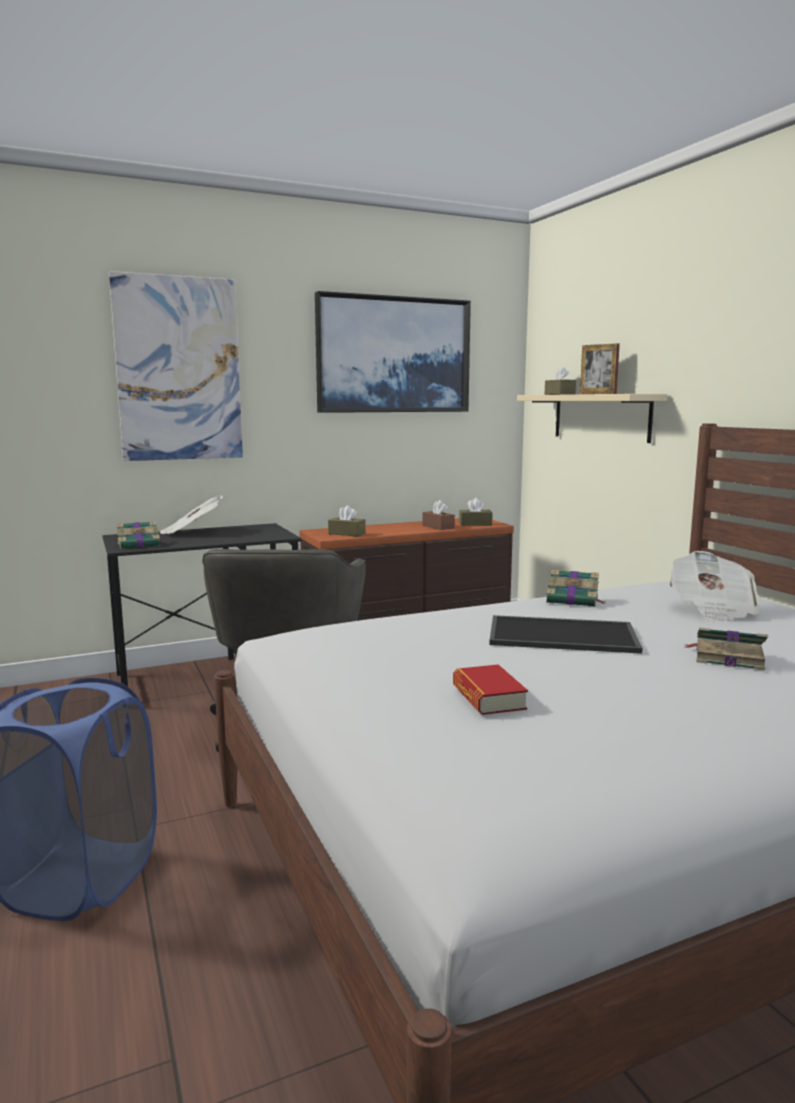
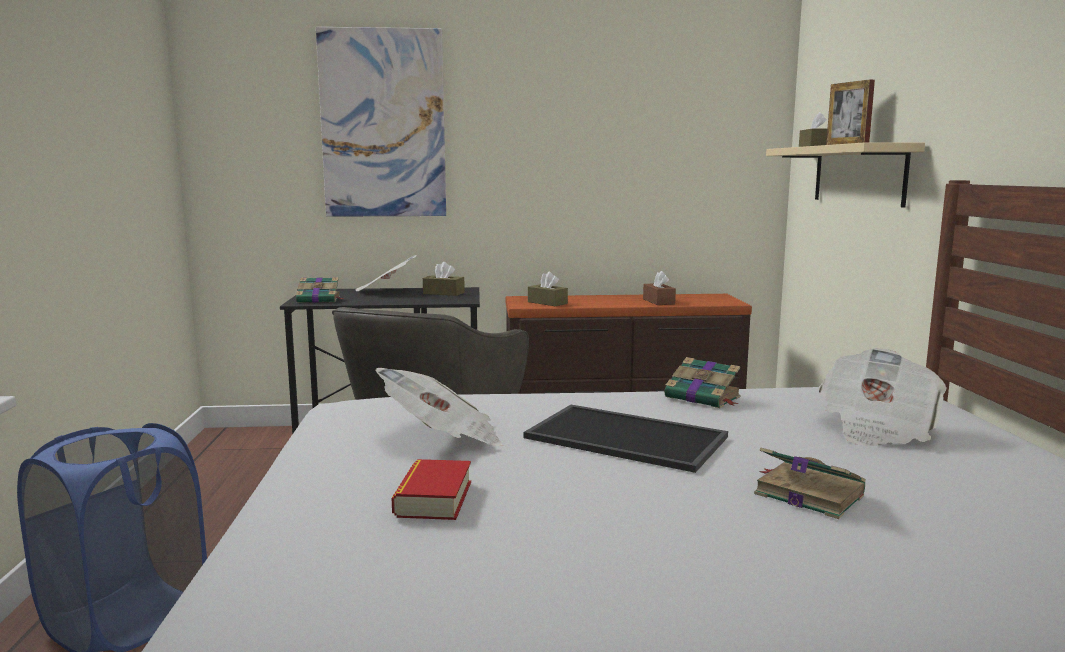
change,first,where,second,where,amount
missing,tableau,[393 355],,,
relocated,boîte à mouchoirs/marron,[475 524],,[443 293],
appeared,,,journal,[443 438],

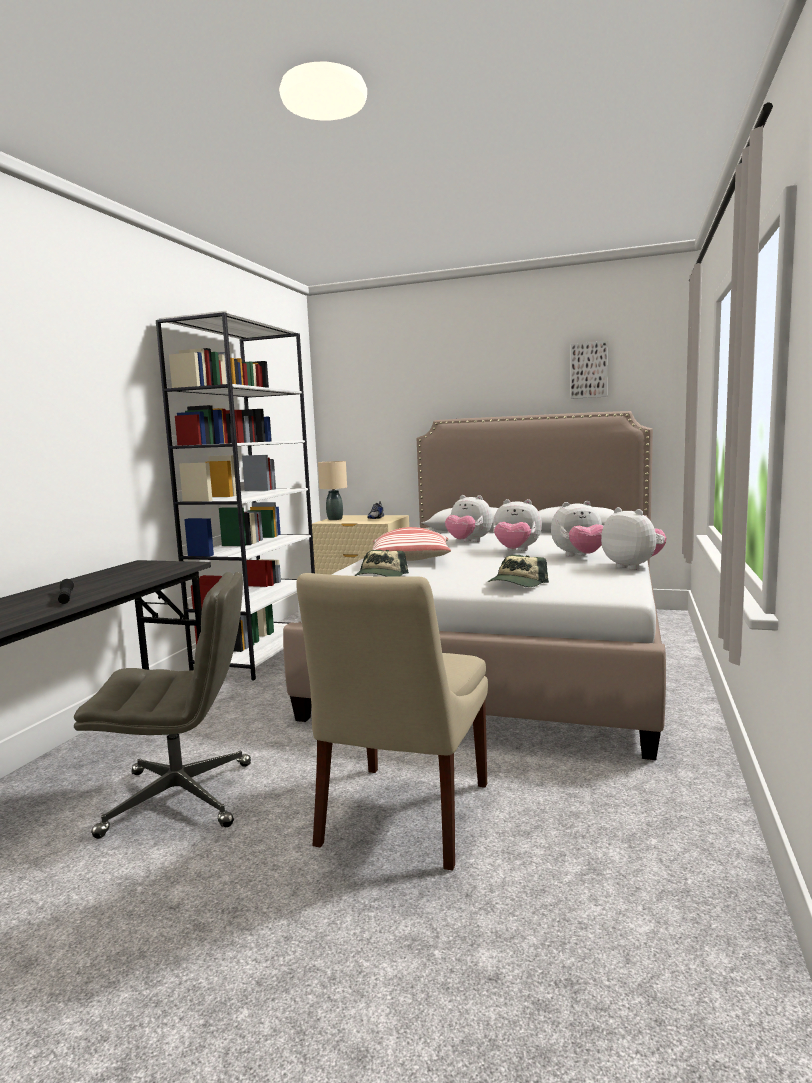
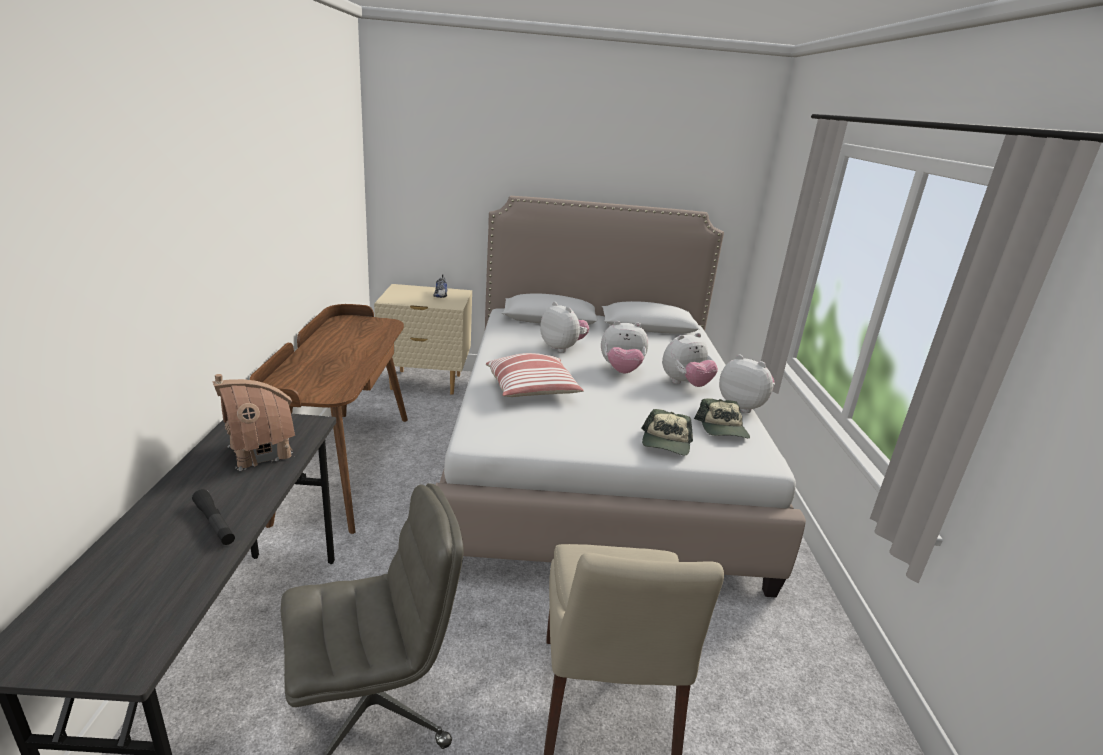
change,first,where,second,where,amount
exchanged,bibliothèque/blanc,[259 653],bureau/marron,[345 465],
missing,tableau,[589 370],,,
missing,lampe de table/beige,[334 519],,,
spun,peluche,[468 542],,[562 348],150 degrees counterclockwise
relocated,casquette,[381 576],,[722 429],
appeared,,,maison miniature,[260 452],

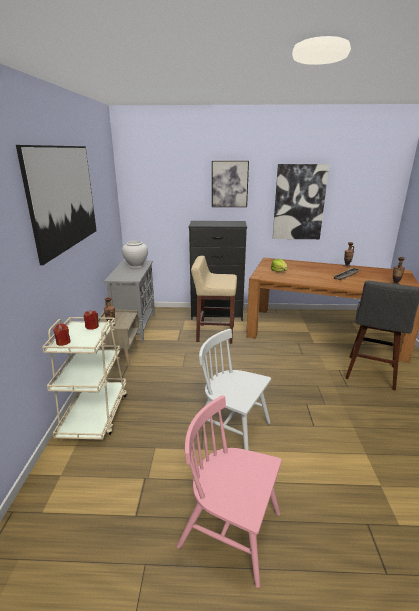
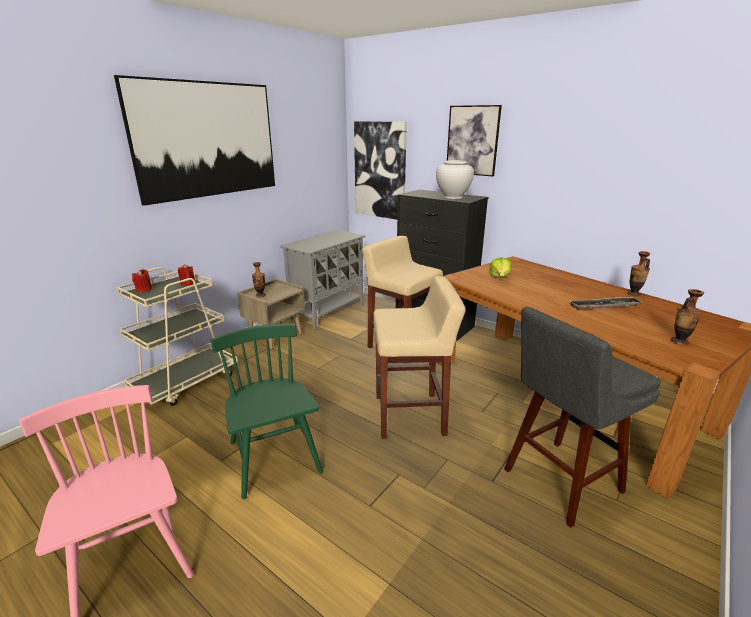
change,first,where,second,where,amount
relocated,tableau,[299 202],,[380 170],
relocated,vase/blanc,[136 266],,[453 197],
colour,chaise/blanc,[232 429],chaise/vert,[274 457],
appeared,,,tabouret/beige,[411 415],

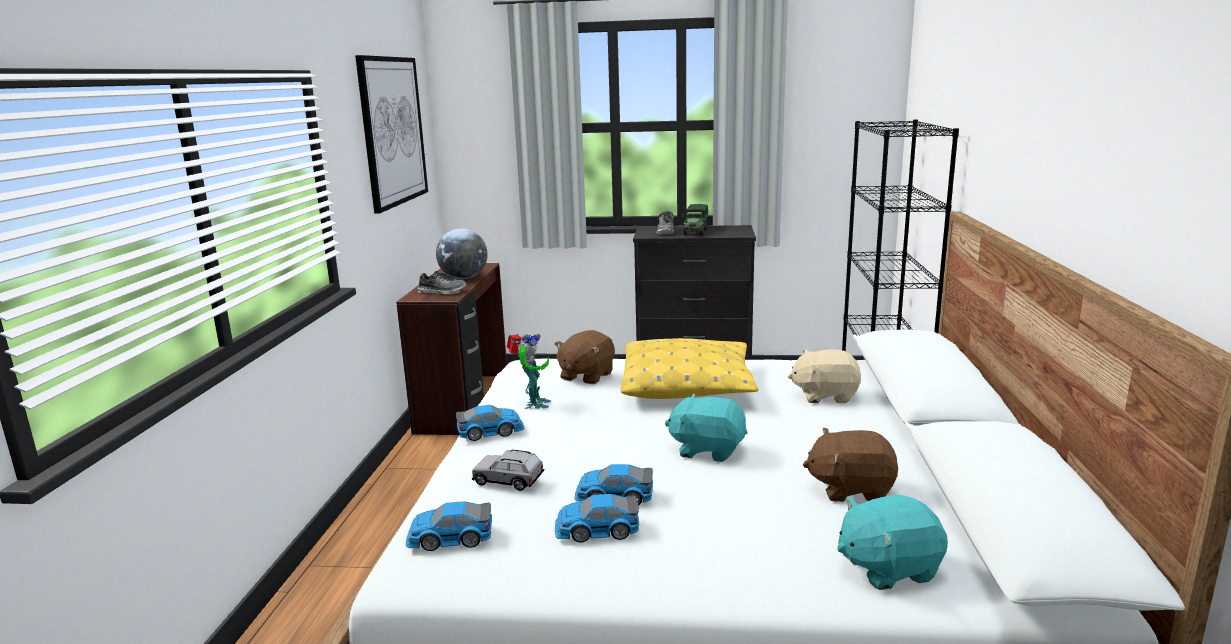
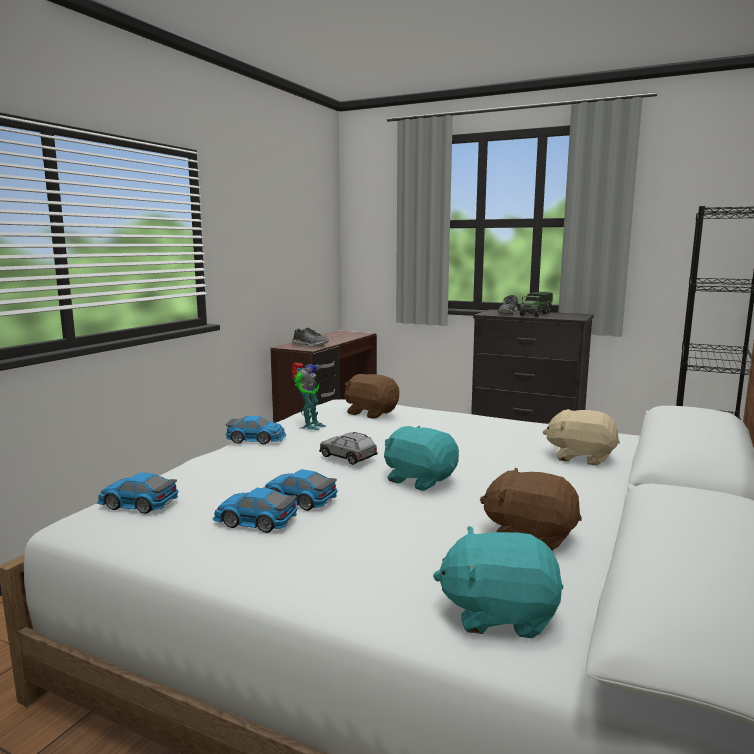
change,first,where,second,where,amount
missing,tableau,[393 131],,,
missing,globe,[464 278],,,
spun,peluche/marron,[586 376],,[371 413],75 degrees clockwise
missing,coussin/jaune,[688 386],,,
relocated,petite voiture/gris,[508 480],,[348 457],

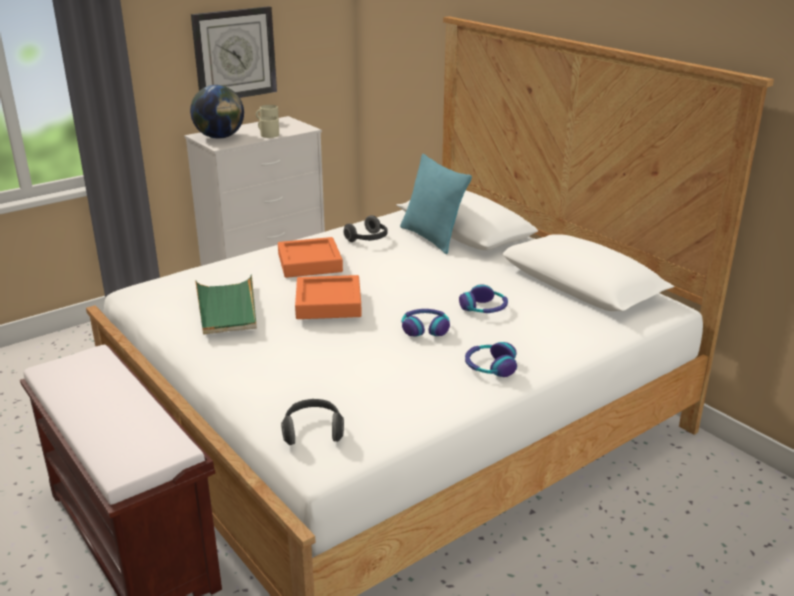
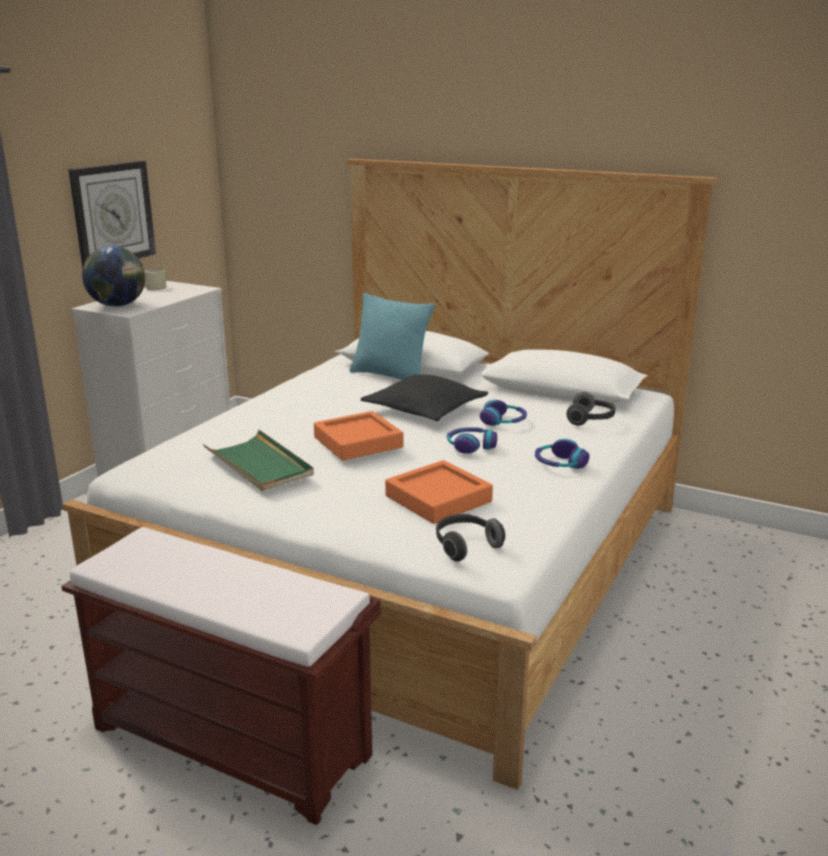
change,first,where,second,where,amount
missing,mug/beige,[268 134],,,
relocated,casque audio,[368 239],,[591 420],
relocated,plateau/orange,[310 263],,[438 499],
appeared,,,coussin/noir,[424 410],

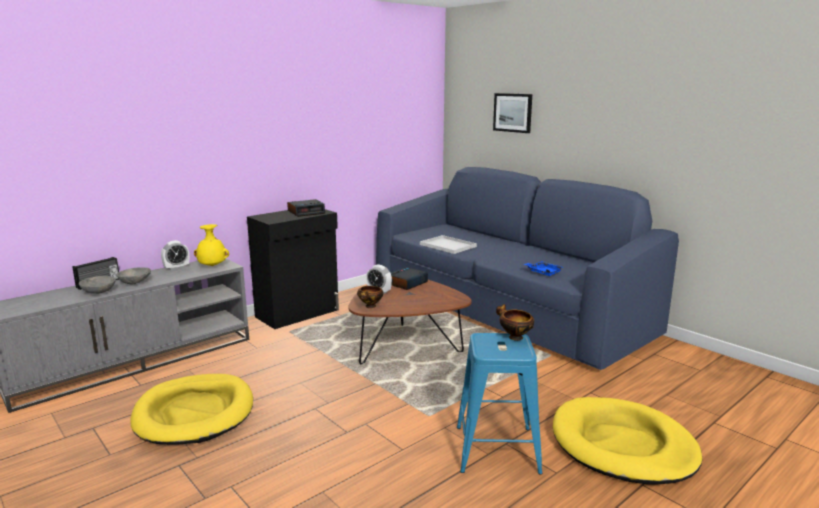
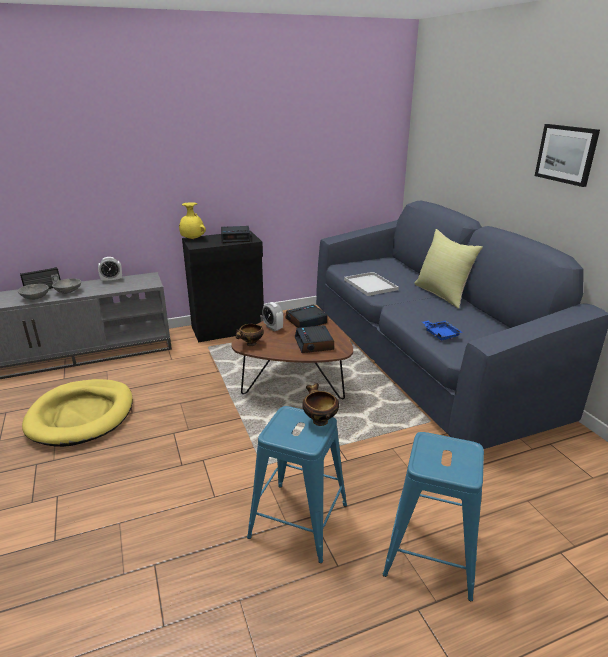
change,first,where,second,where,amount
relocated,tableau,[513 112],,[566 154],
relocated,vase/jaune,[212 266],,[192 239],
exchanged,panier pour chien/jaune,[622 445],tabouret/bleu,[430 552],
appeared,,,coussin/jaune,[442 294],
appeared,,,réveil,[314 344],

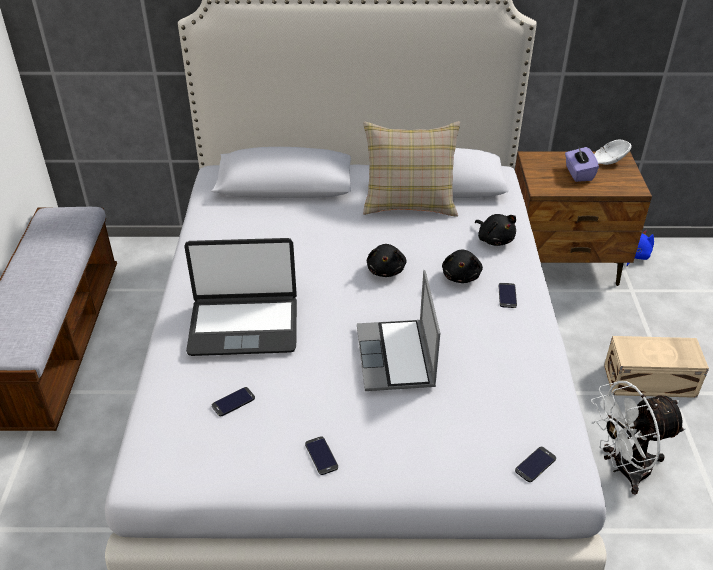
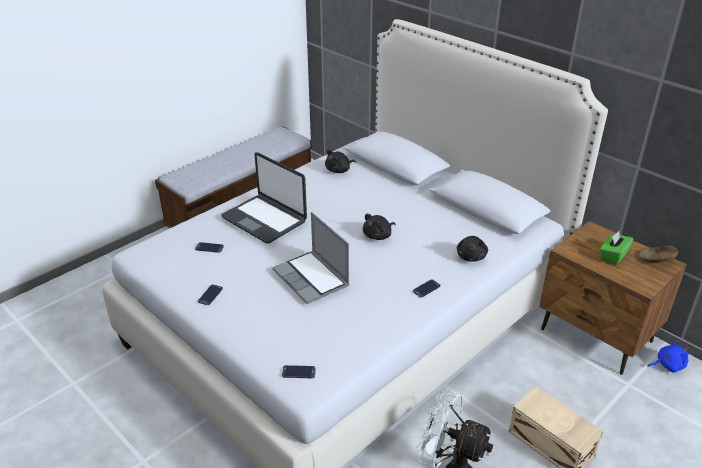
change,first,where,second,where,amount
missing,coussin/beige,[409 202],,,
colour,bol/blanc,[608 160],bol/marron,[655 260],
colour,boîte à mouchoirs/violet,[578 173],boîte à mouchoirs/vert,[613 256],
relocated,peluche/noir,[461 276],,[339 170],
spun,ordinateur portable,[397 358],,[312 278],75 degrees counterclockwise

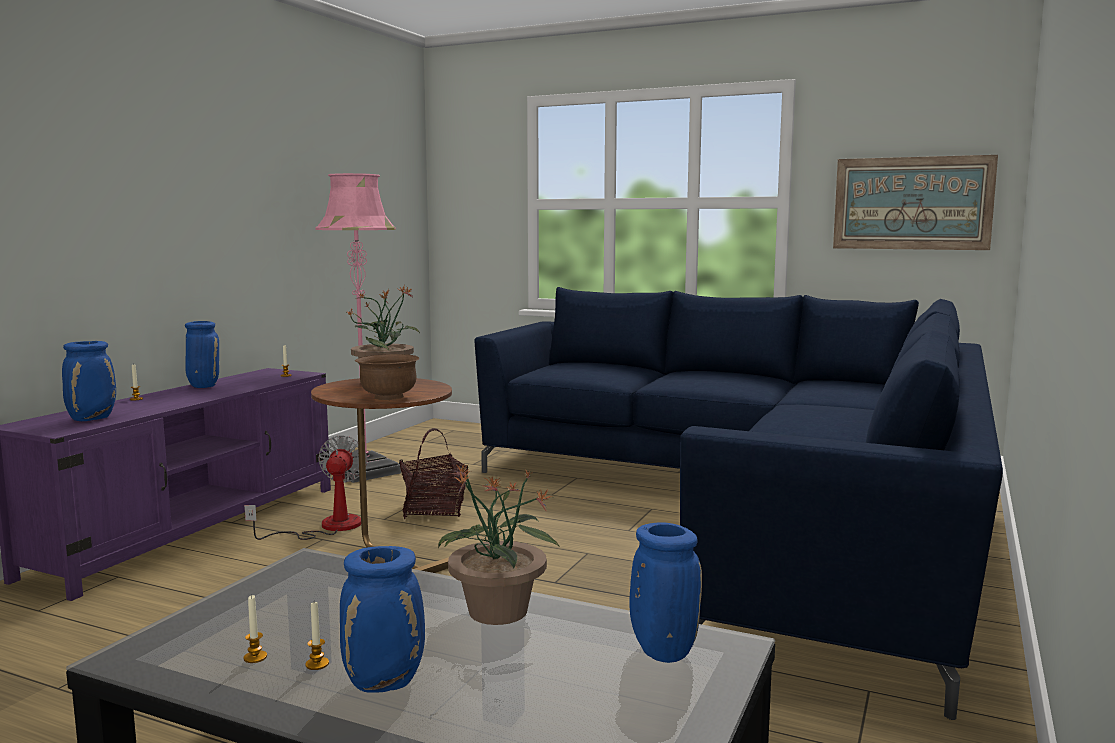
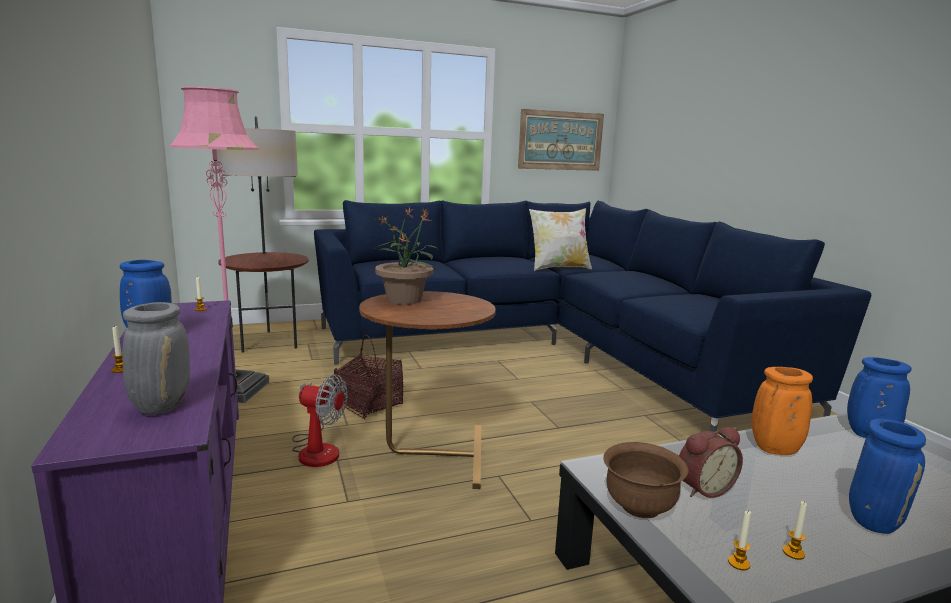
change,first,where,second,where,amount
colour,vase/bleu,[92 419],vase/gris,[161 406],
relocated,bol/marron,[388 397],,[639 506],
spun,ventilateur,[327 527],,[317 449],150 degrees clockwise
exchanged,plante en pot,[498 612],vase/orange,[774 450],
relocated,bougie,[317 664],,[738 563],
appeared,,,lampadaire,[269 341],
appeared,,,coussin,[558 268],
appeared,,,réveil,[702 488],

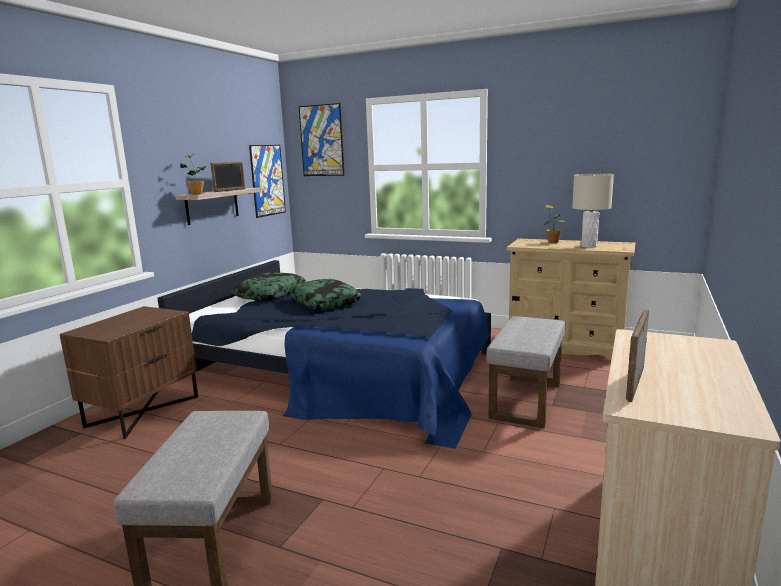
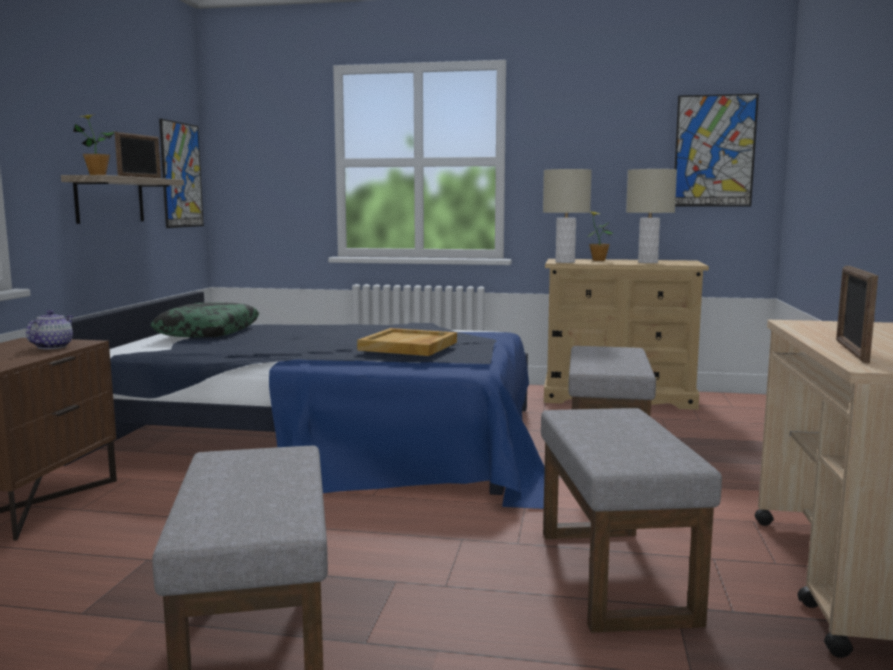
change,first,where,second,where,amount
relocated,tableau,[321 140],,[714 151],
missing,coussin,[325 302],,,
appeared,,,lampe de table/beige,[565 262],
appeared,,,théière,[53 347],
appeared,,,plateau/beige,[409 346],
appeared,,,pouf/gris,[617 576],

